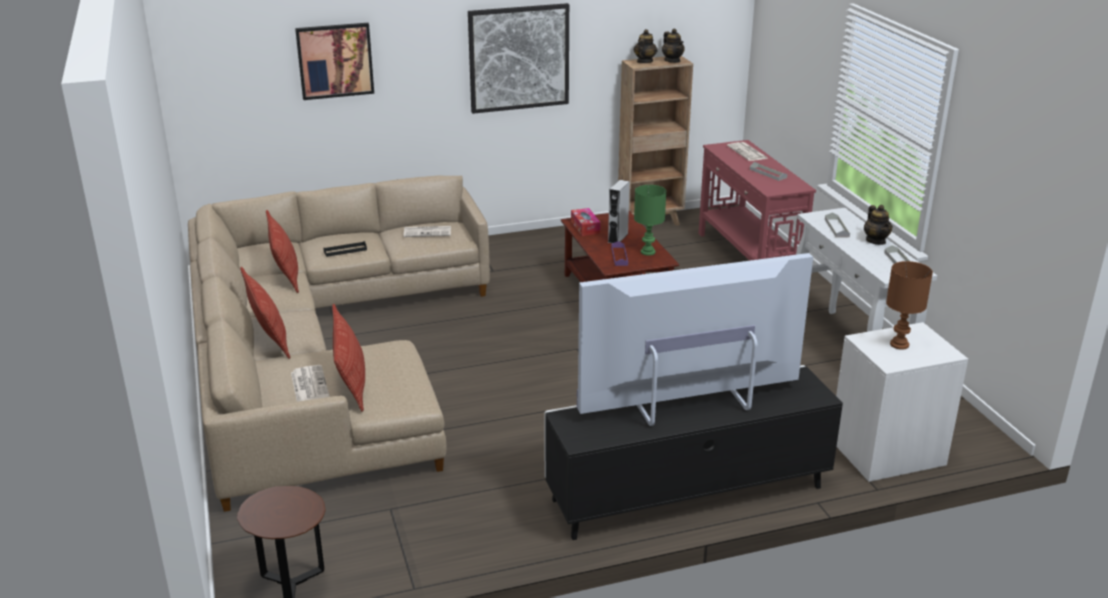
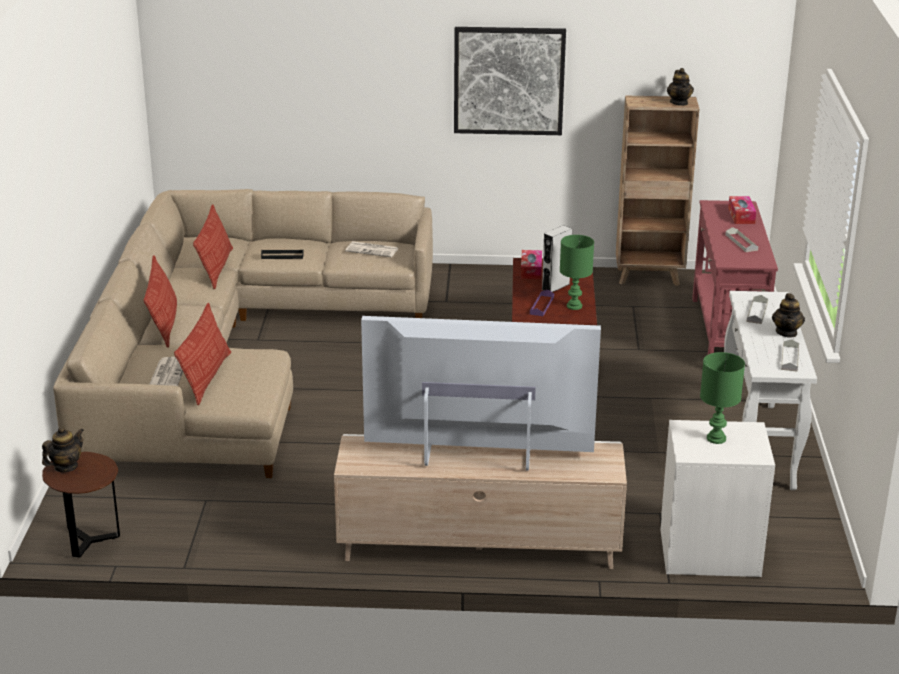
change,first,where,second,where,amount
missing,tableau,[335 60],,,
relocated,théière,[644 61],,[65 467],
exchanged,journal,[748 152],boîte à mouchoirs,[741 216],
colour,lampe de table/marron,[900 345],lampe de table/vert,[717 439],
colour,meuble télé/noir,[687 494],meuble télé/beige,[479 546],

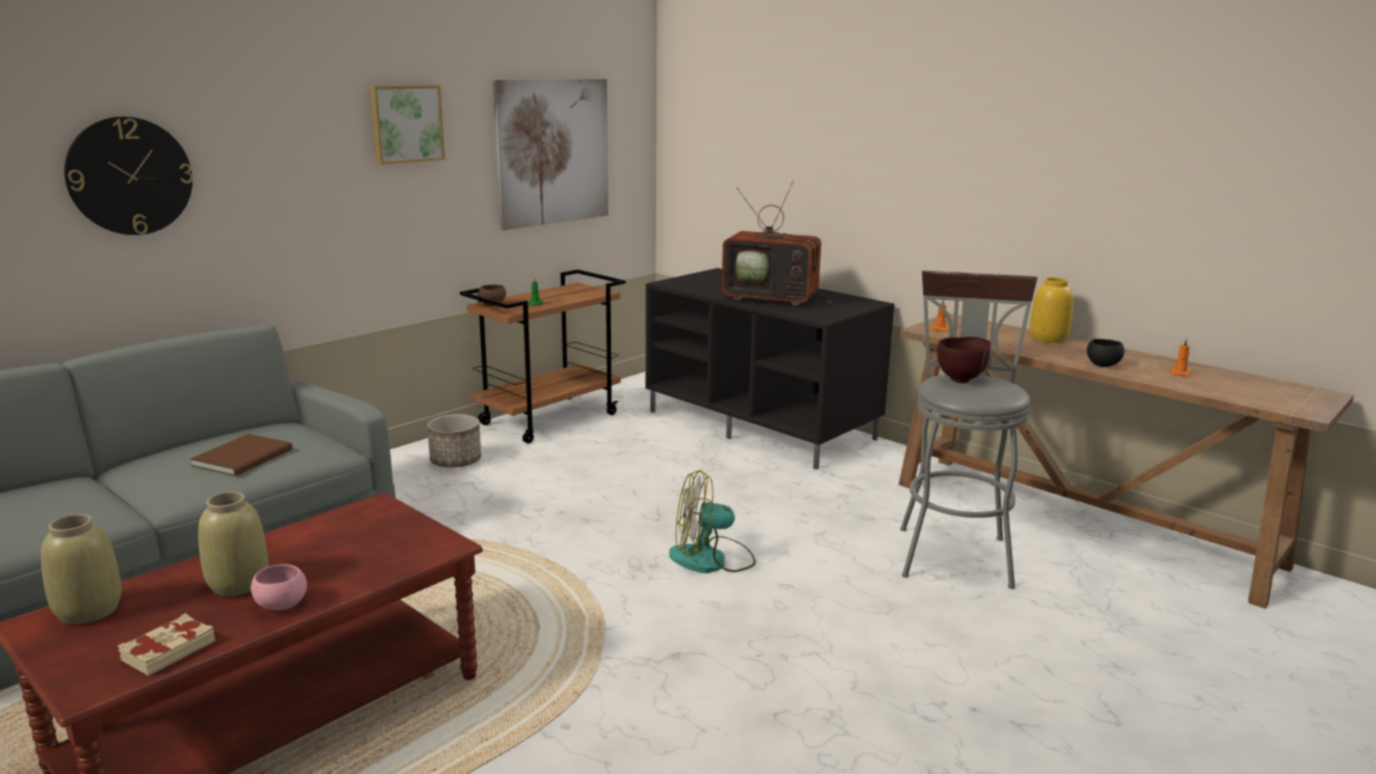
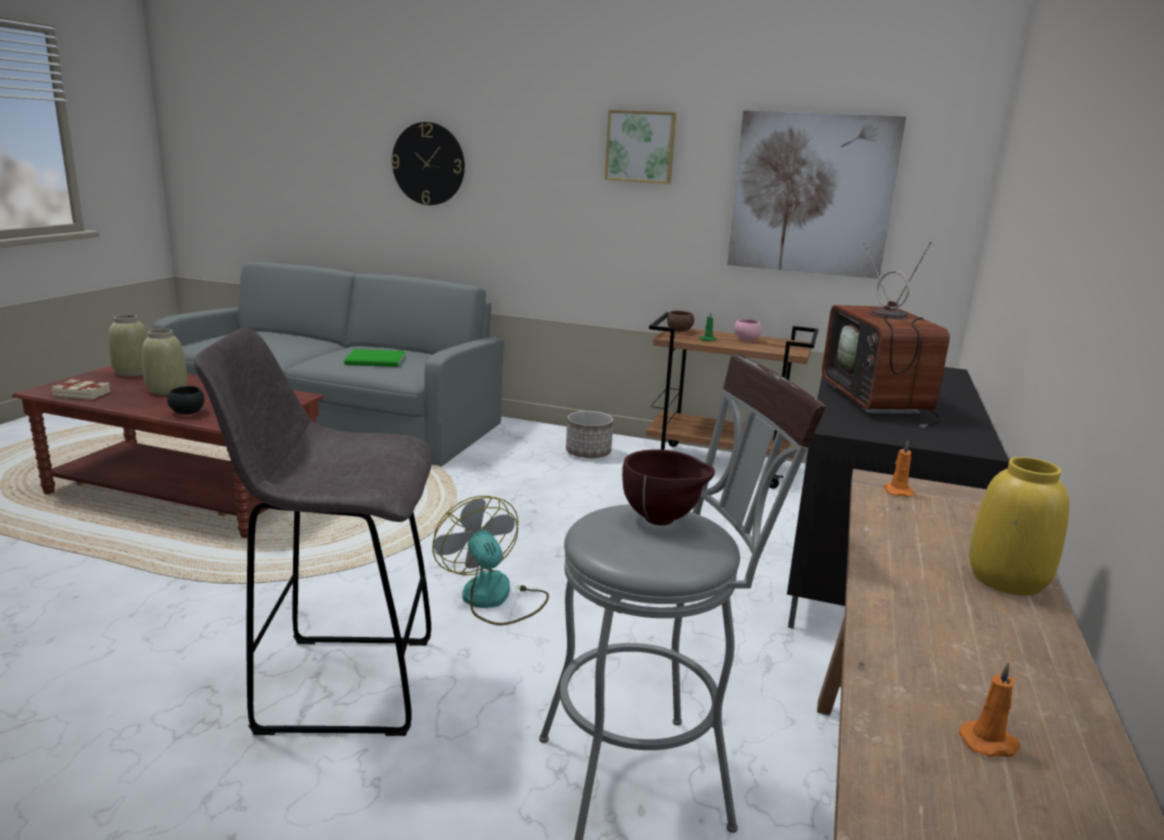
change,first,where,second,where,amount
relocated,bol/noir,[1103 365],,[187 413],
colour,livre/marron,[246 457],livre/vert,[377 361],
relocated,bol/rose,[282 605],,[746 339],
appeared,,,tabouret/gris,[341 684],

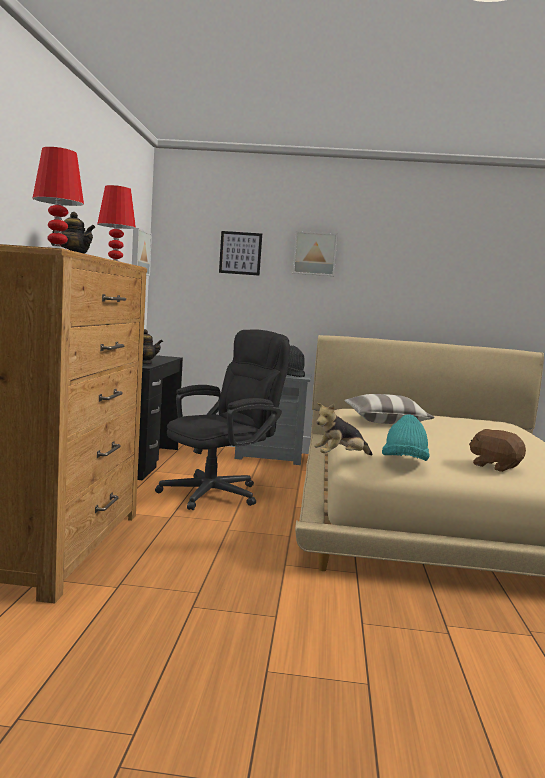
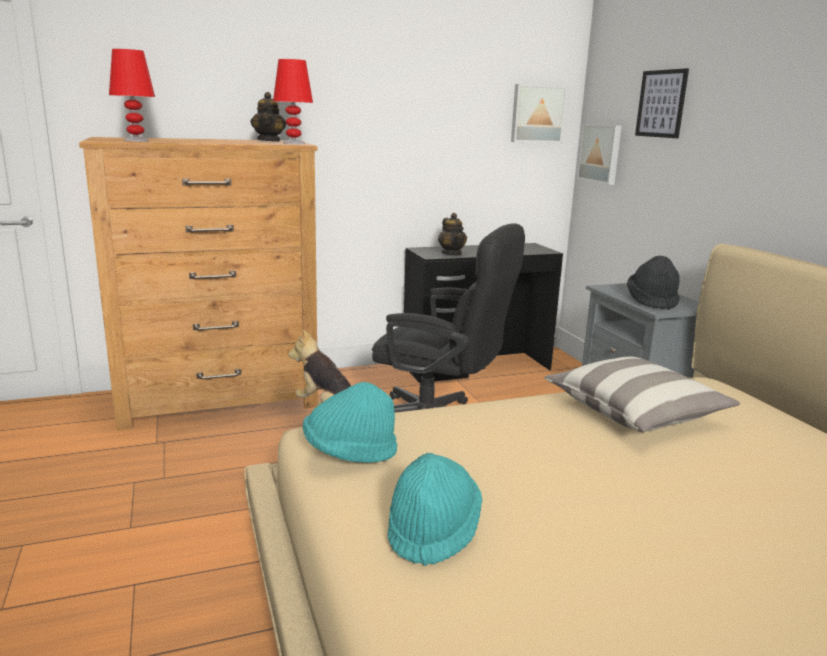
change,first,where,second,where,amount
relocated,tableau,[315 254],,[601 153],
exchanged,peluche/marron,[495 466],chapeau/turquoise,[433 531],

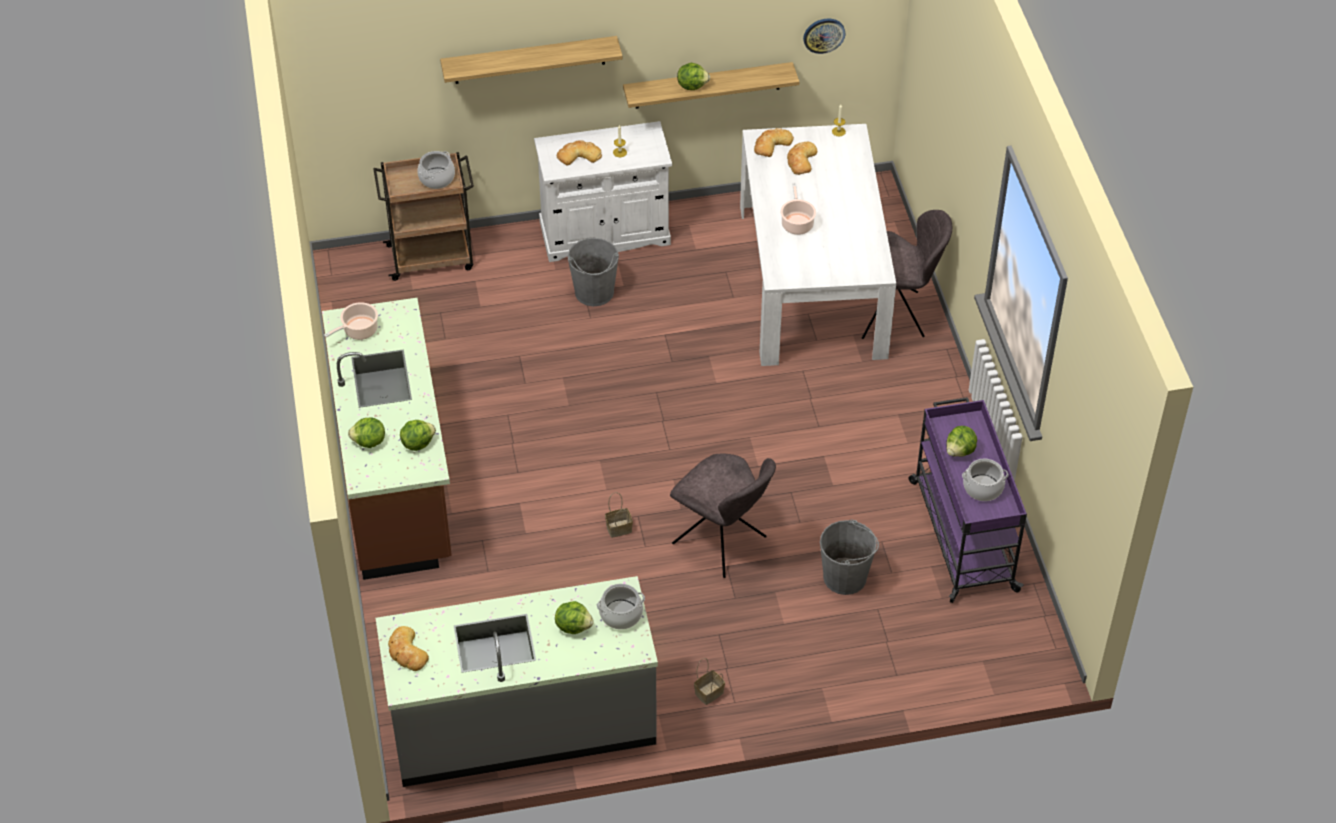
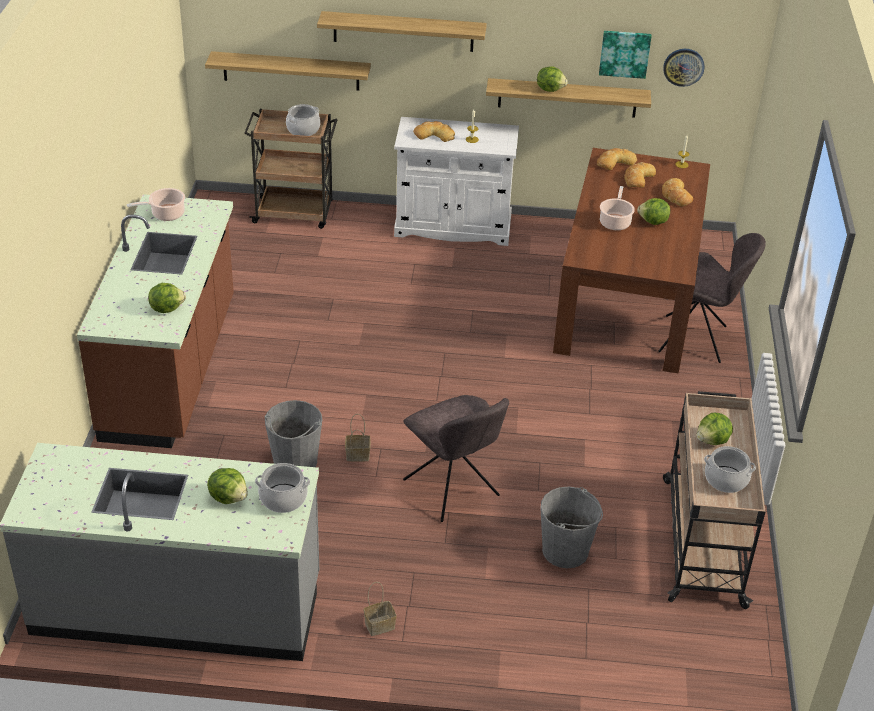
change,first,where,second,where,amount
colour,table à manger/blanc,[812 280],table à manger/marron,[627 298],
relocated,seau/gris,[594 292],,[295 462],
colour,chariot/violet,[962 534],chariot/beige,[702 540],
relocated,laitue,[369 442],,[653 222],
relocated,pain,[407 652],,[675 195],
appeared,,,tableau,[624 53],
appeared,,,étagère,[291 71],

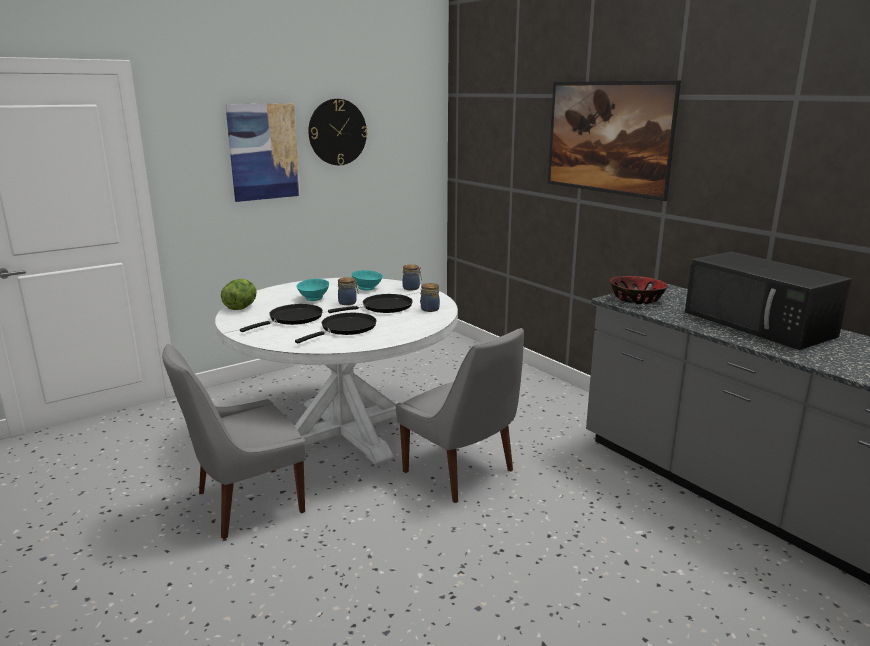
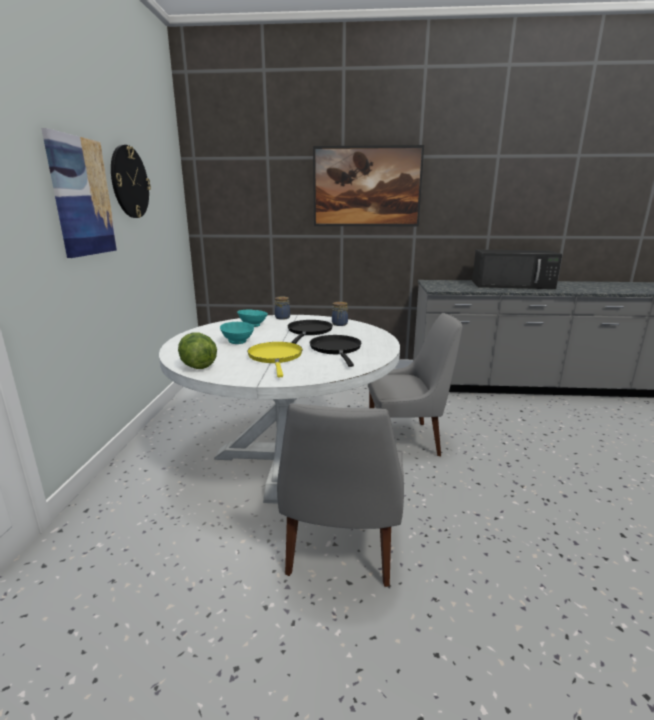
change,first,where,second,where,amount
missing,bol,[636 299],,,
missing,bocal,[348 303],,,
colour,poêle/noir,[293 319],poêle/jaune,[275 357],

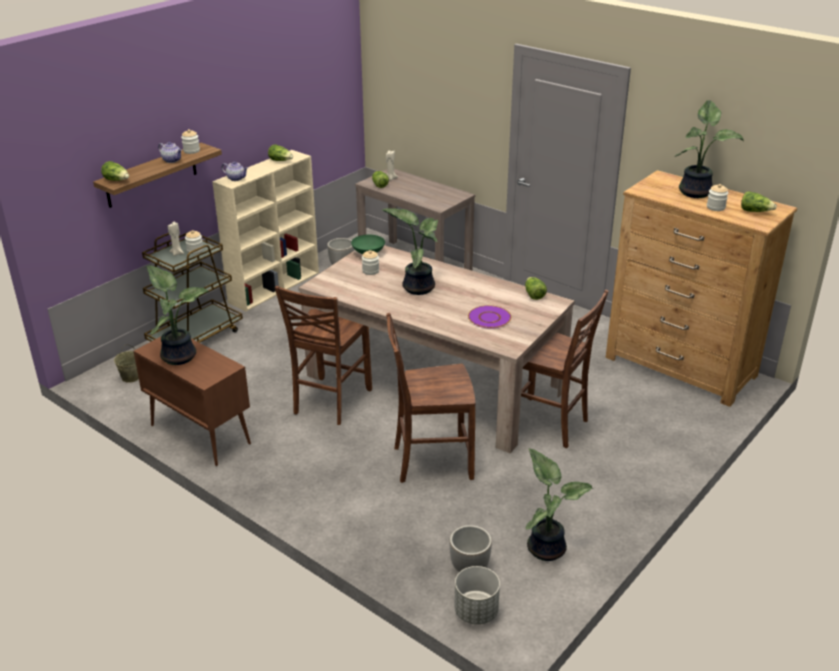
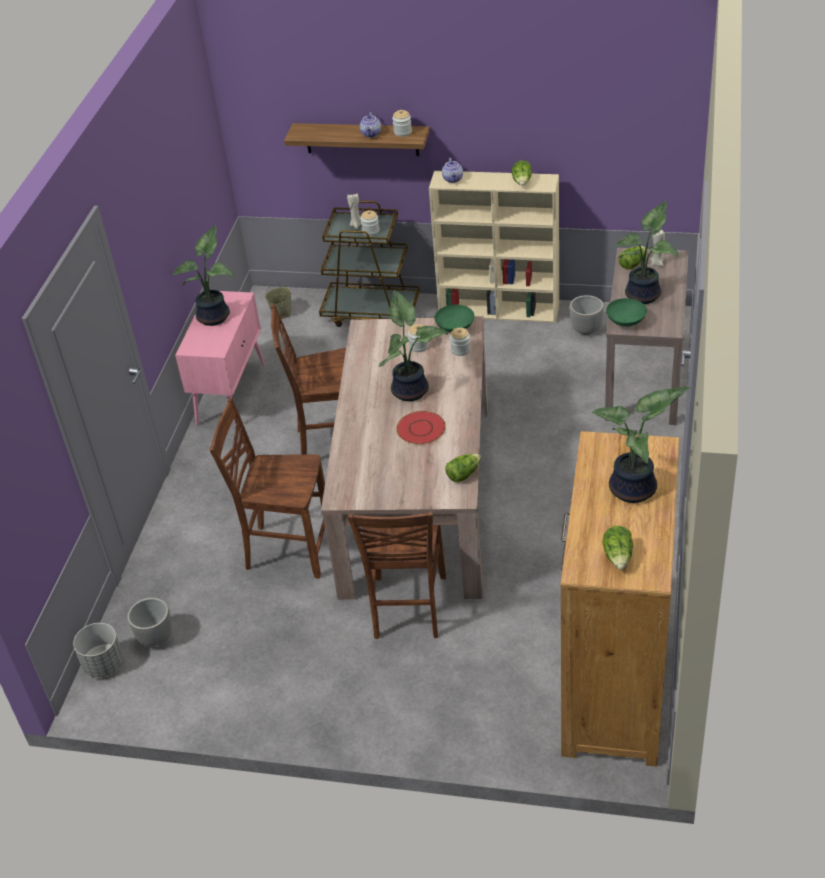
change,first,where,second,where,amount
missing,laitue,[117 180],,,
relocated,bocal,[715 207],,[460 350],
missing,assiette/violet,[489 318],,,
spun,chaise/marron,[431 461],,[287 549],45 degrees counterclockwise
colour,meuble de rangement/marron,[199 434],meuble de rangement/rose,[231 393],
relocated,plante en pot,[547 547],,[645 295],
appeared,,,bol/vert,[626 322],
appeared,,,assiette/rouge,[421 429],

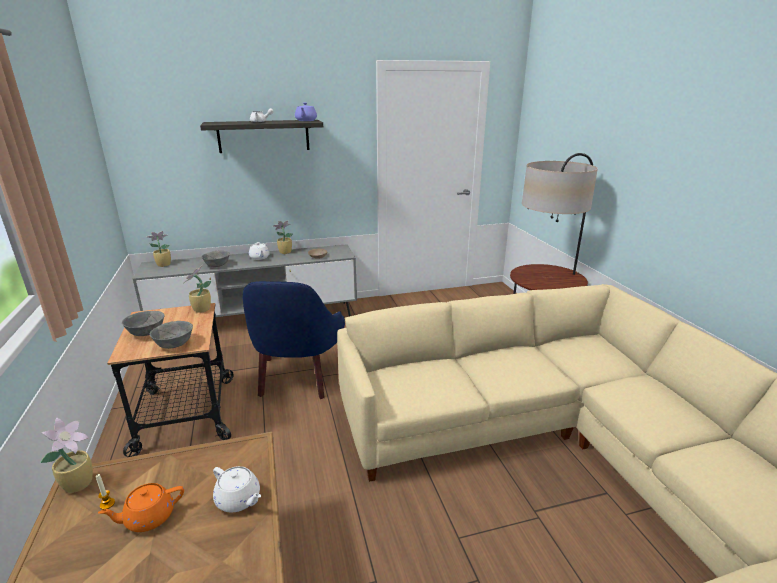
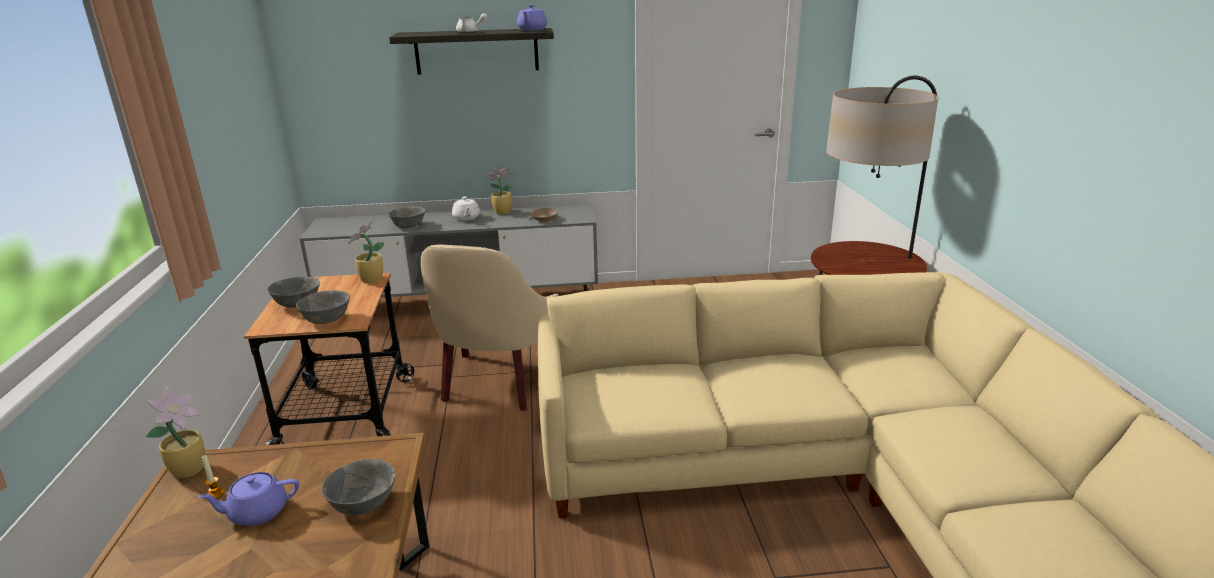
change,first,where,second,where,amount
missing,plante en pot,[163 265],,,
colour,fauteuil/bleu,[298 378],fauteuil/beige,[498 382],
exchanged,théière/blanc,[239 500],bol/gris,[363 504],
colour,théière/orange,[148 518],théière/violet,[257 513],

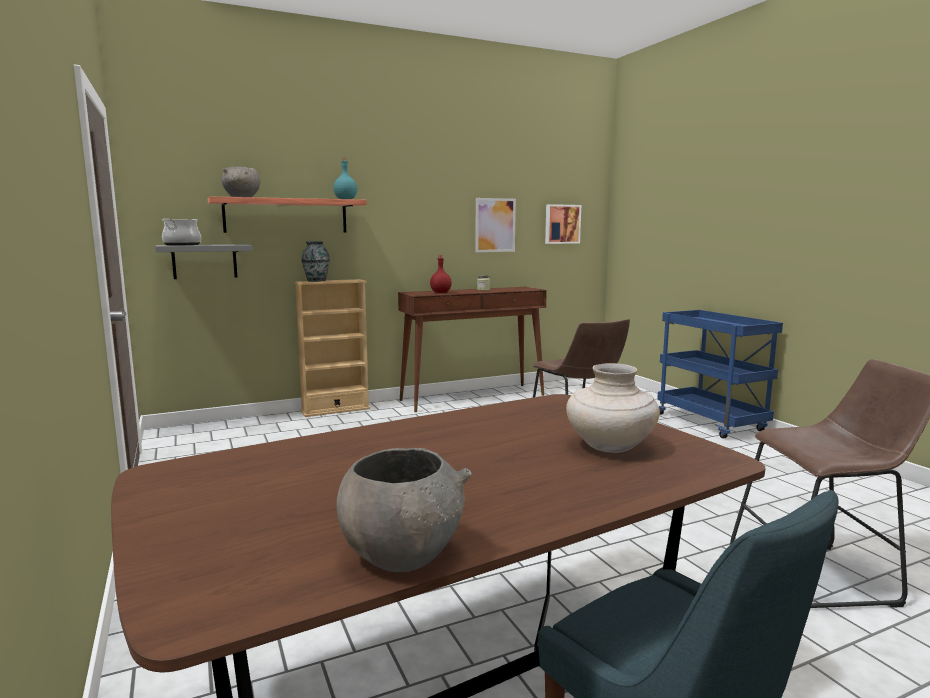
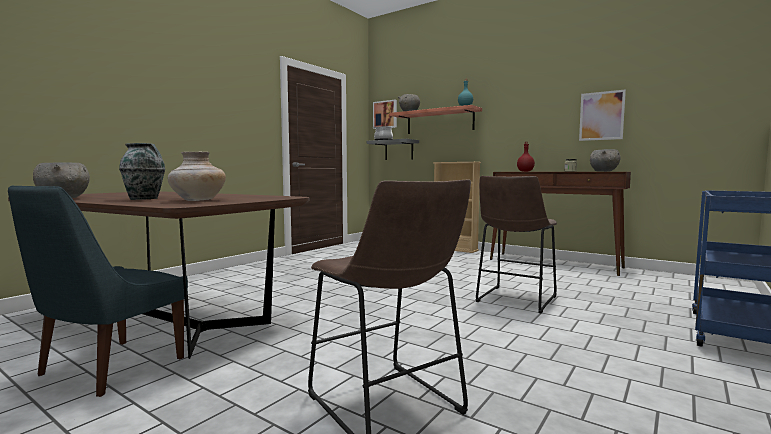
change,first,where,second,where,amount
relocated,tableau,[562 224],,[385 114],
relocated,vase,[316 281],,[144 199],
appeared,,,bol/gris,[604 171],

